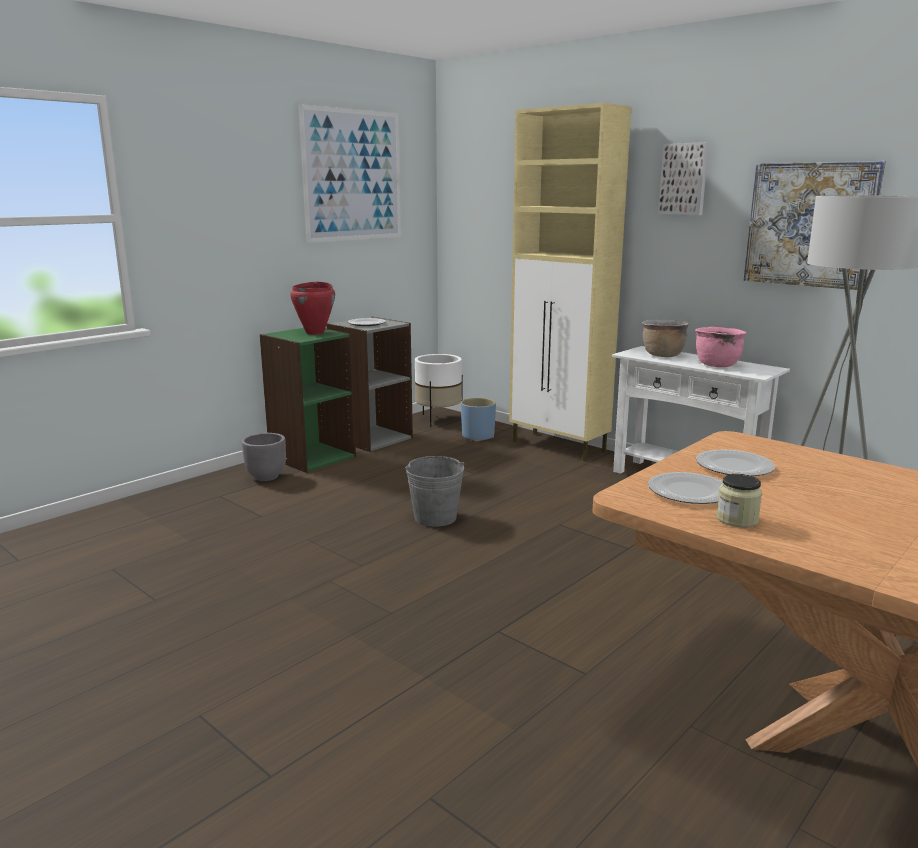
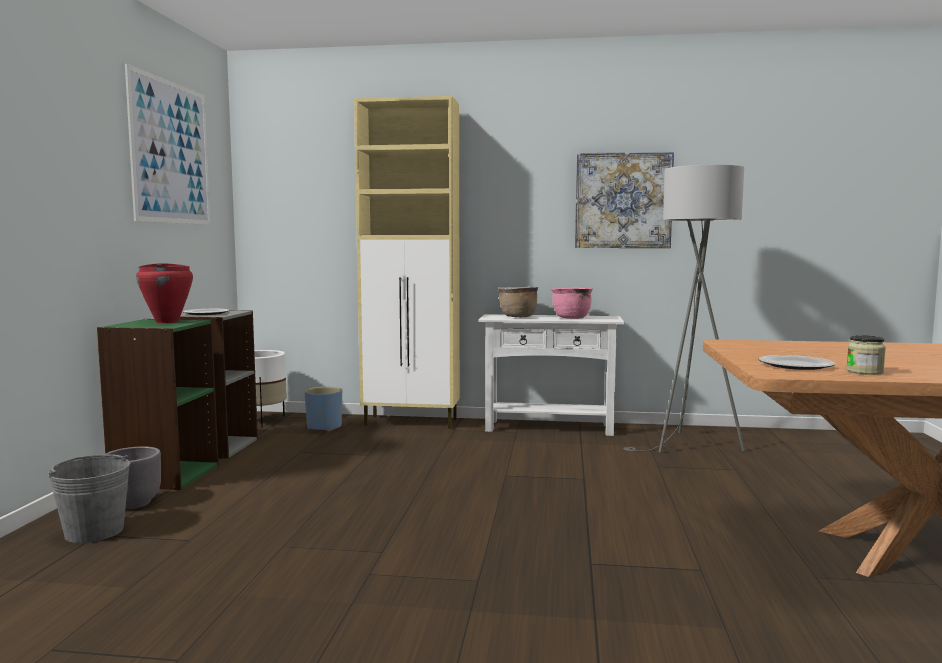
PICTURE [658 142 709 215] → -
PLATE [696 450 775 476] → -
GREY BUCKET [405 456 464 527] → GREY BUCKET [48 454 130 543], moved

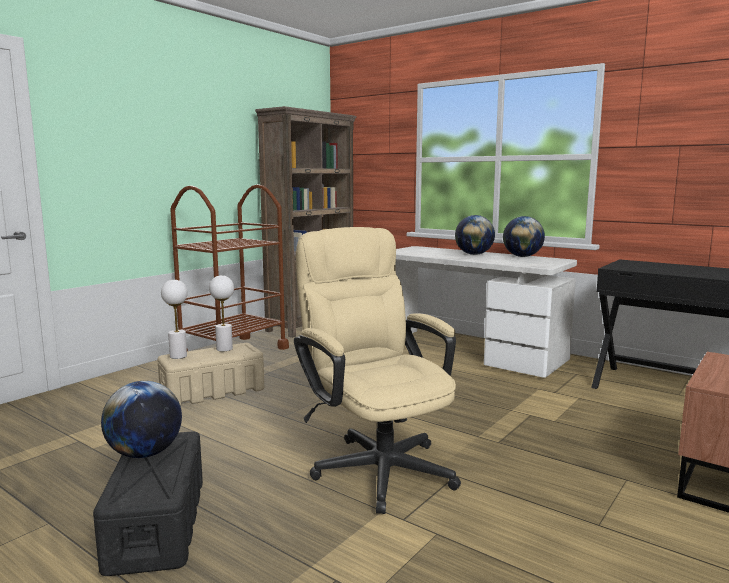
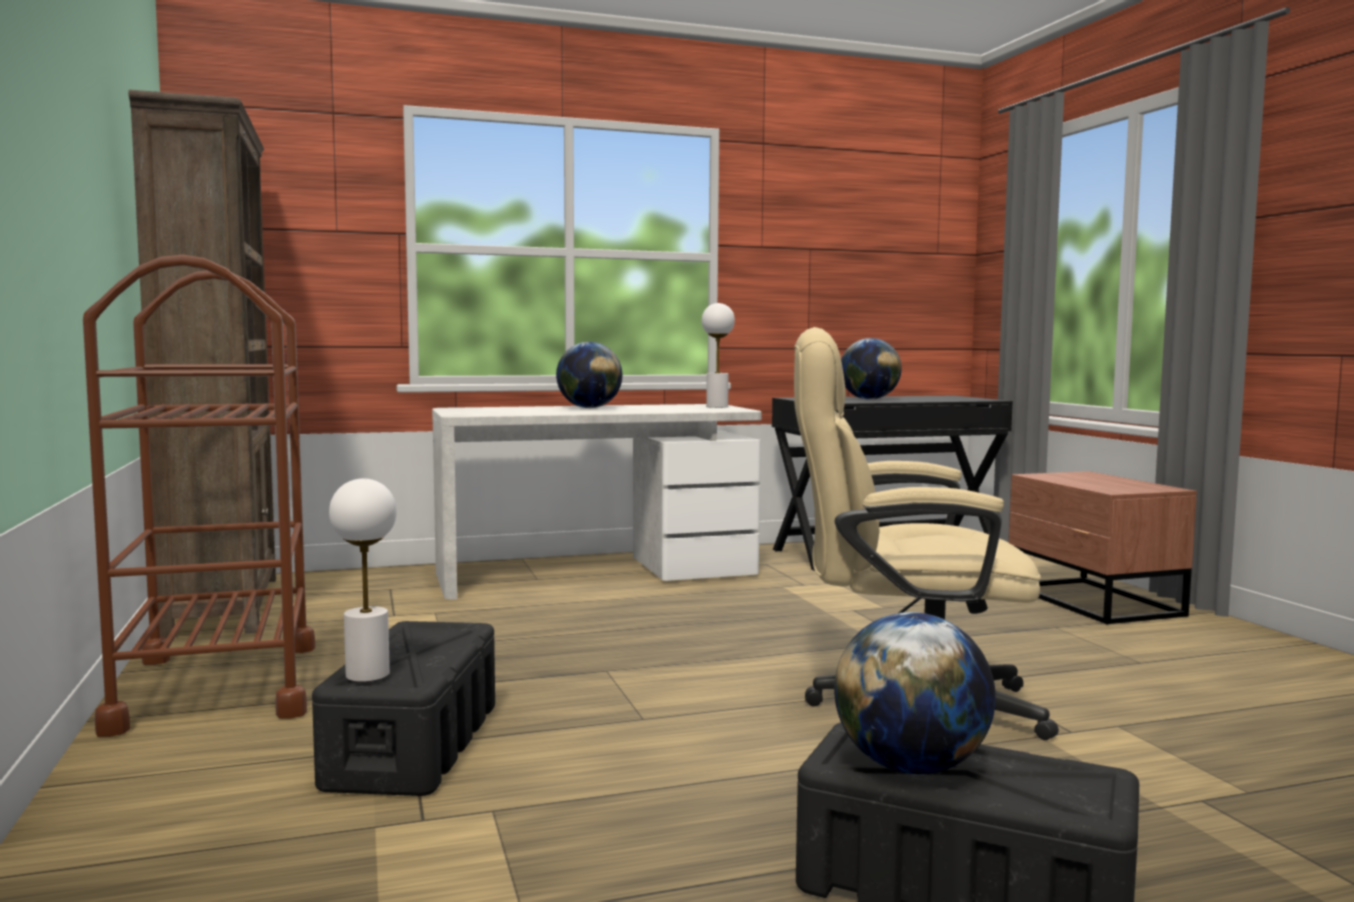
GLOBE [503 216 545 257] → GLOBE [841 338 902 400], moved
WHITE TABLE LAMP [209 275 234 352] → WHITE TABLE LAMP [702 303 735 408], moved
BEIGE STORAGE BOX [157 343 264 406] → BLACK STORAGE BOX [312 621 495 796]

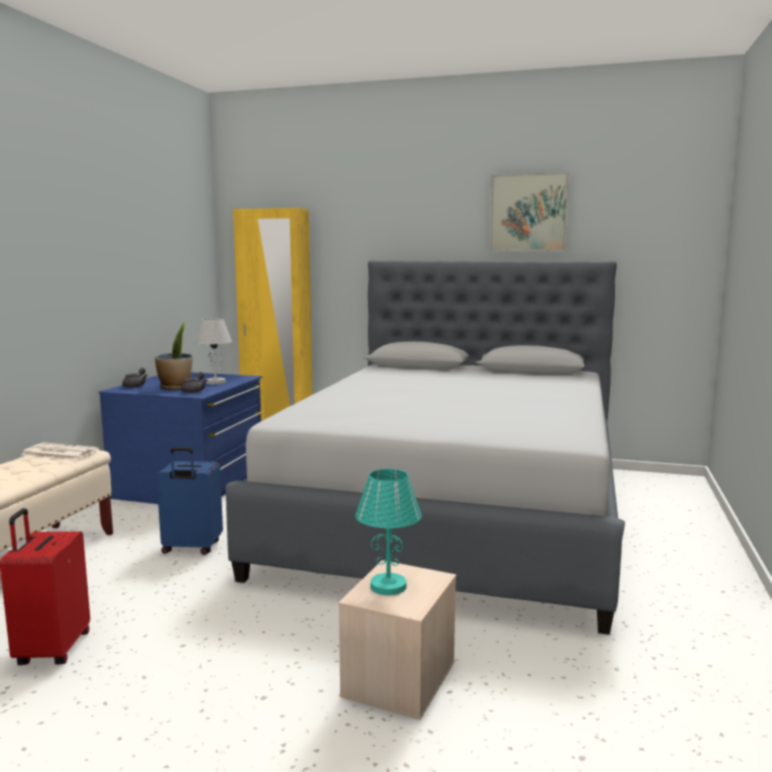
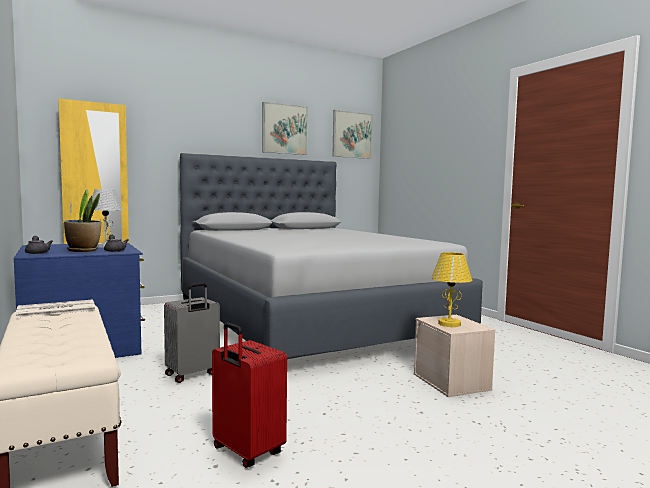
BLUE SUITCASE [156 447 223 555] → GREY SUITCASE [164 283 220 383]
TURQUOISE TABLE LAMP [355 469 422 595] → YELLOW TABLE LAMP [431 252 472 327]
- → PICTURE [332 110 373 159]

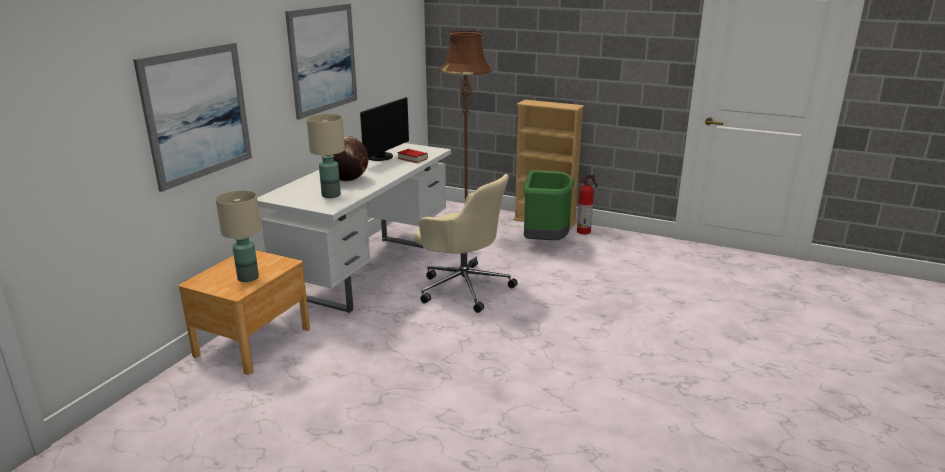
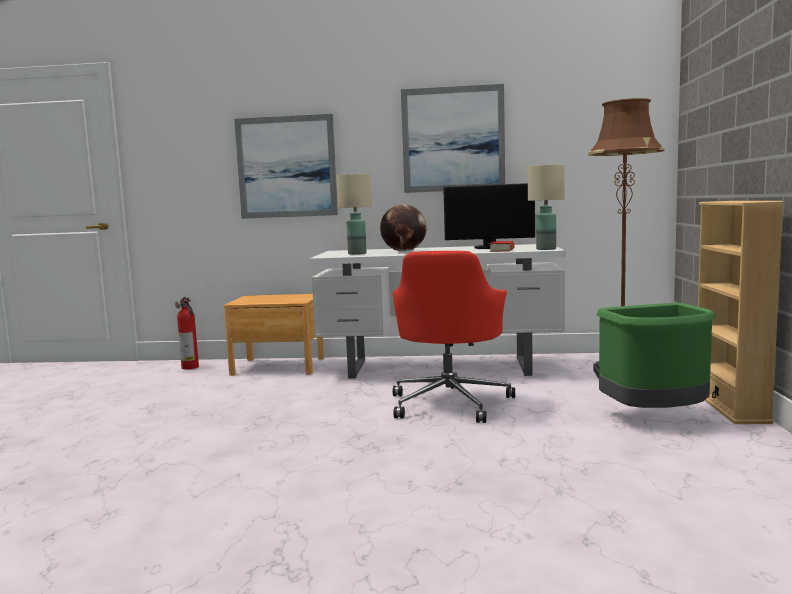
BEIGE OFFICE CHAIR [415 174 518 313] → RED OFFICE CHAIR [393 251 515 423]
FIRE EXTINGUISHER [577 174 597 234] → FIRE EXTINGUISHER [175 297 199 370], moved
BEIGE TABLE LAMP [216 190 261 282] → BEIGE TABLE LAMP [528 165 564 250], moved

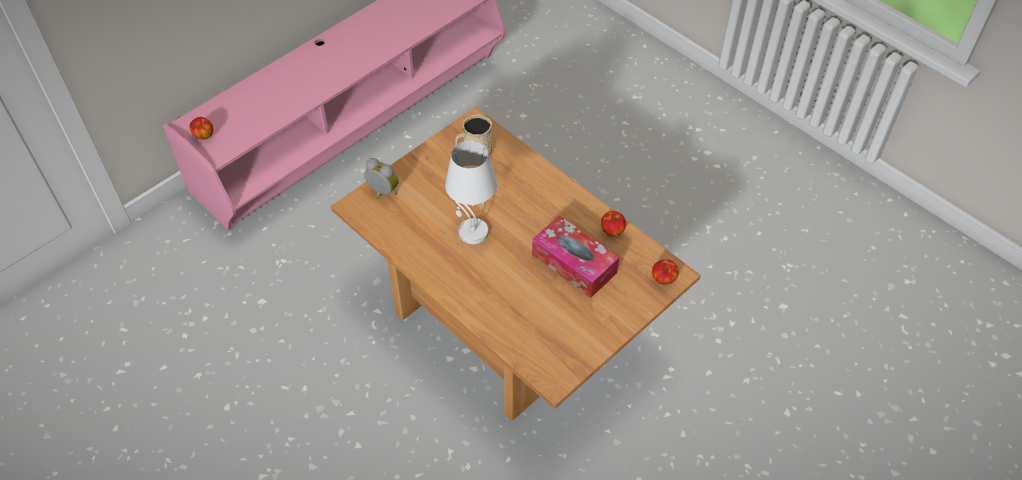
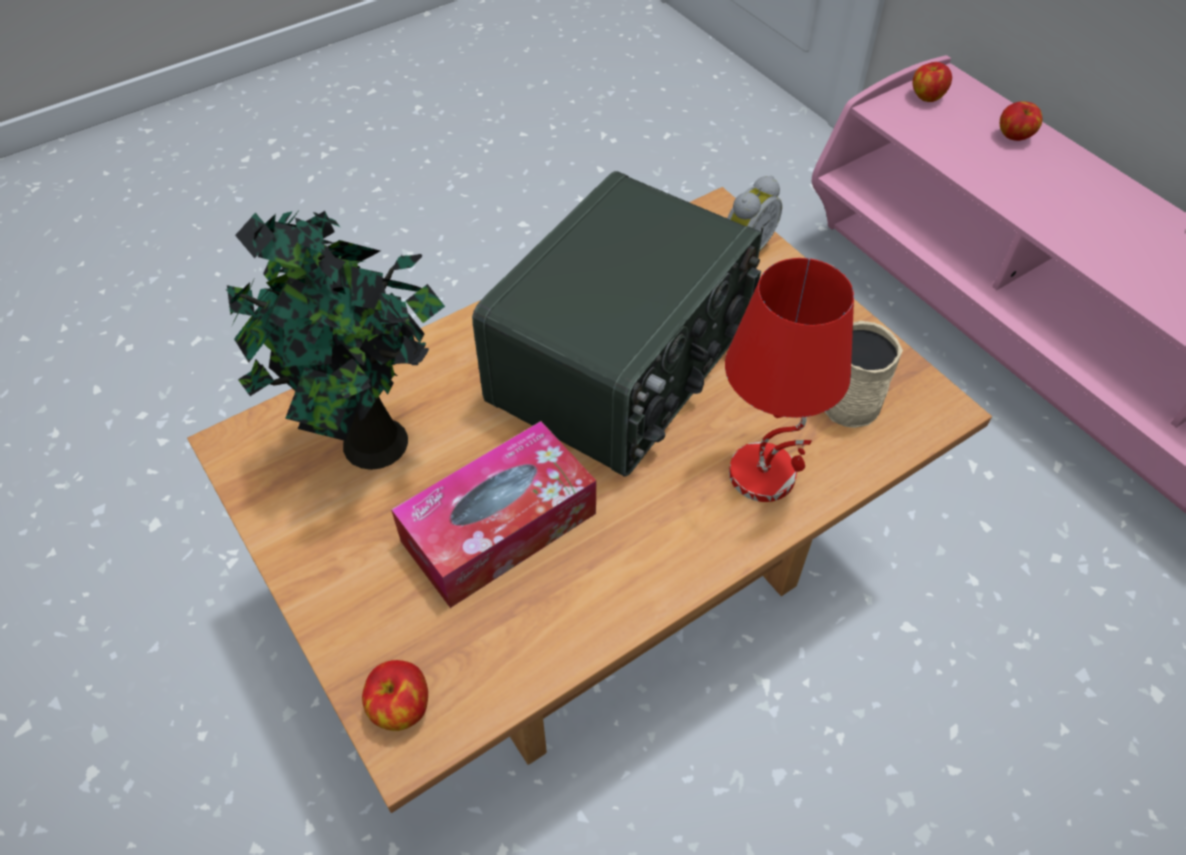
WHITE TABLE LAMP [445 141 497 244] → RADIO [472 171 762 477]
APPLE [601 211 626 237] → APPLE [1000 101 1042 141], moved
- → POTTED PLANT [226 209 445 470]
- → RED TABLE LAMP [725 258 854 502]

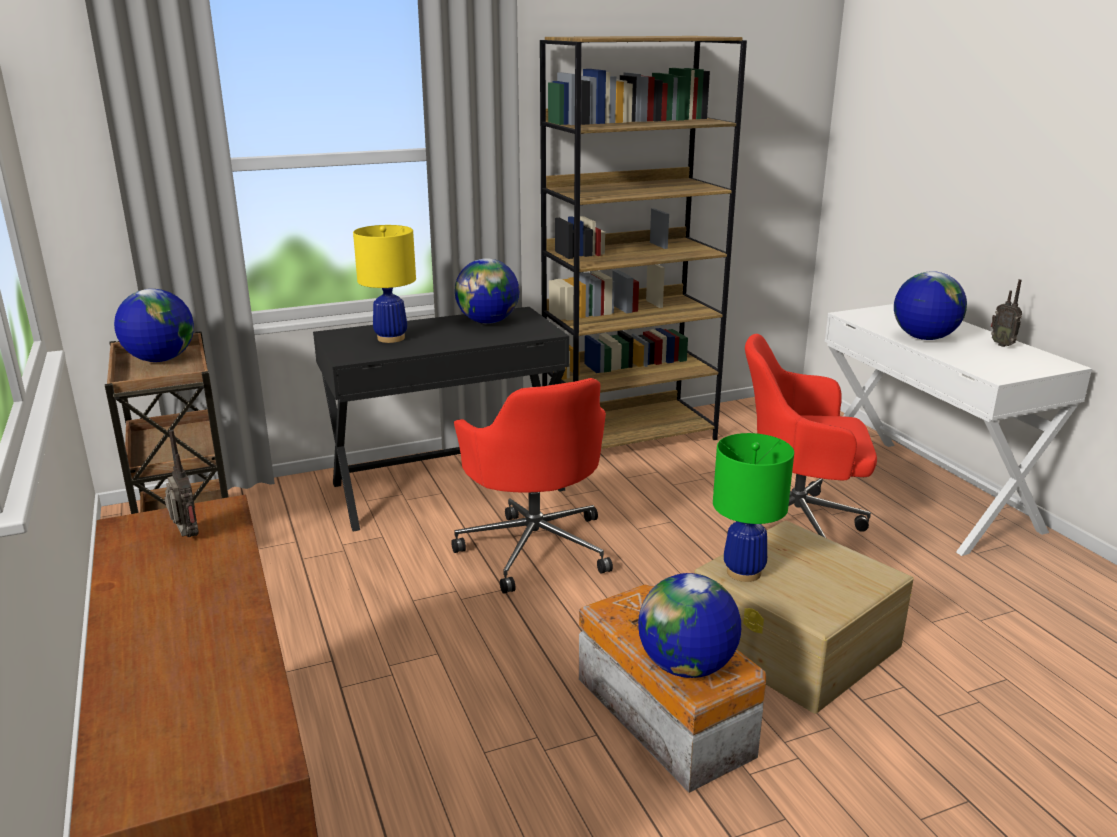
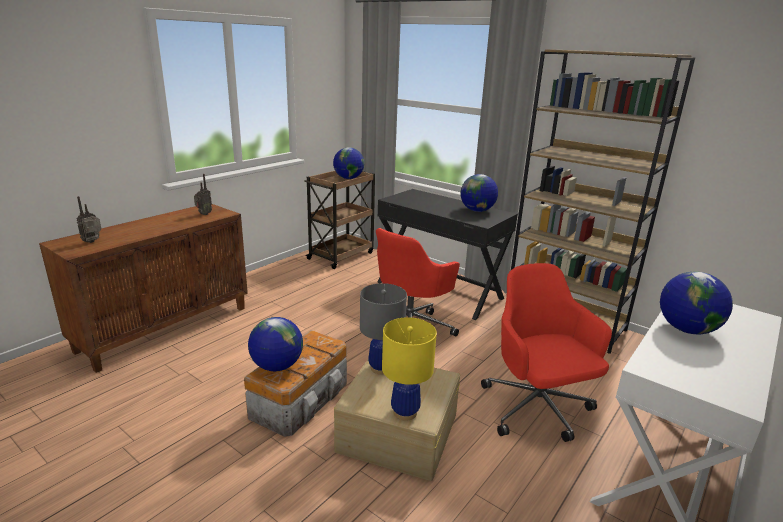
YELLOW TABLE LAMP [353 225 416 343] → YELLOW TABLE LAMP [382 317 437 421], moved
RADIO [991 279 1022 347] → RADIO [77 196 101 243], moved
GREEN TABLE LAMP [713 433 794 582] → GREY TABLE LAMP [360 283 407 374]

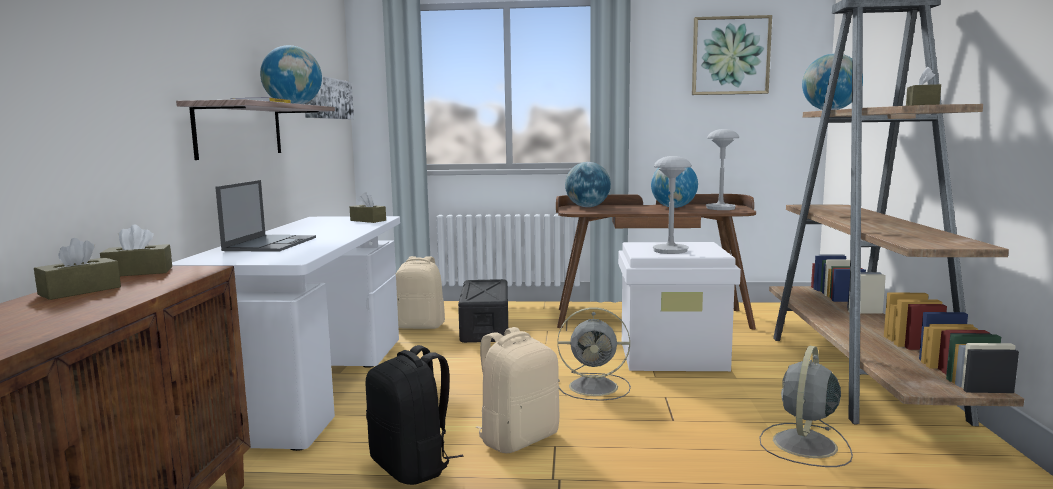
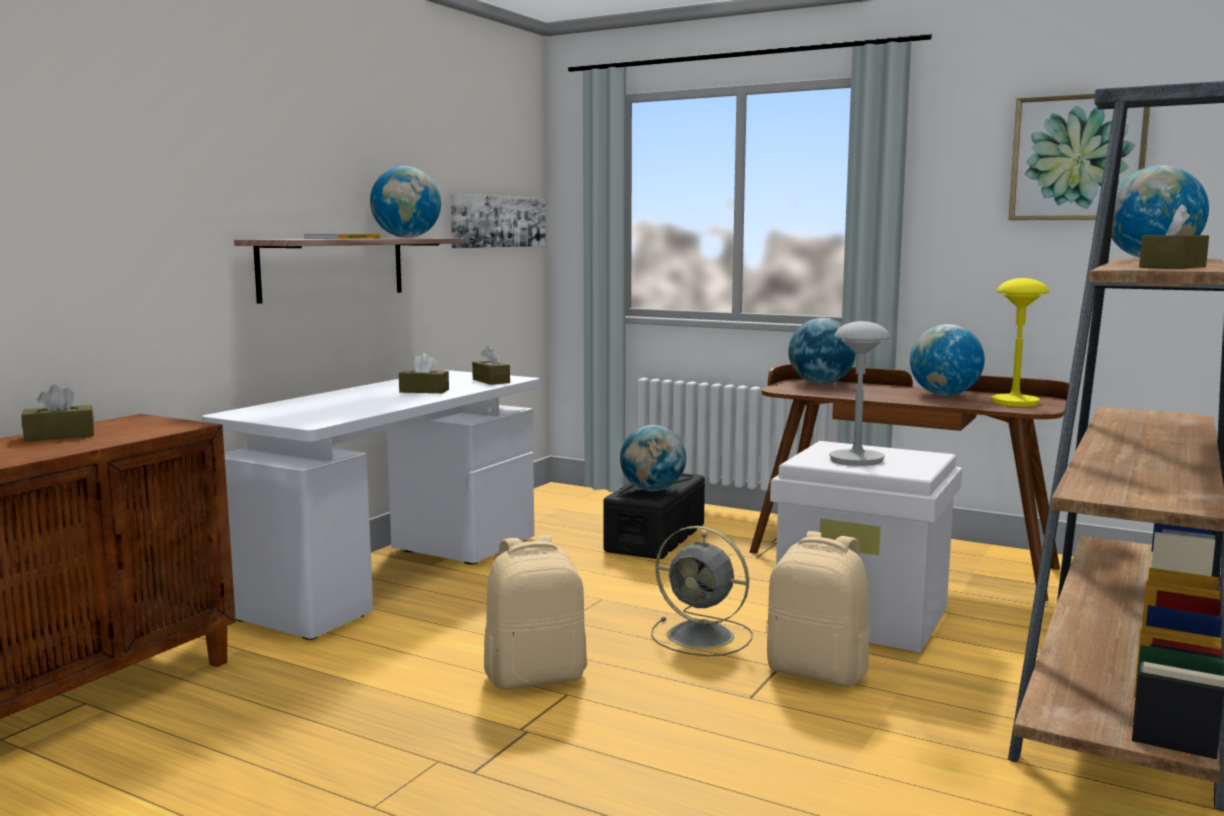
GREY TABLE LAMP [706 129 739 210] → YELLOW TABLE LAMP [991 278 1049 407]
LAPTOP [215 180 316 252] → -
BROWN TISSUE BOX [100 225 172 276] → BROWN TISSUE BOX [399 353 449 393], moved
BEIGE BACKPACK [395 256 445 329] → BEIGE BACKPACK [766 531 869 687], moved
BLACK BACKPACK [365 345 464 485] → -
GREY FAN [759 346 853 467] → -
- → GLOBE [620 425 686 491]

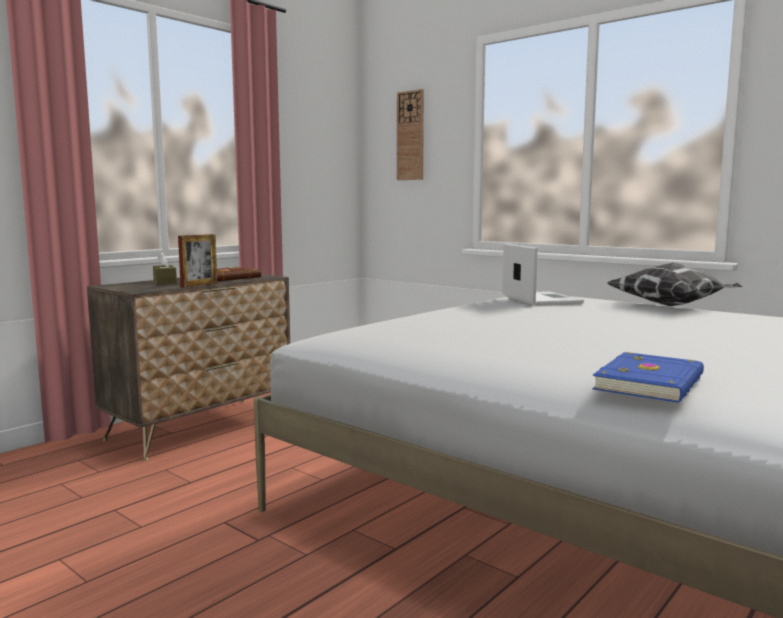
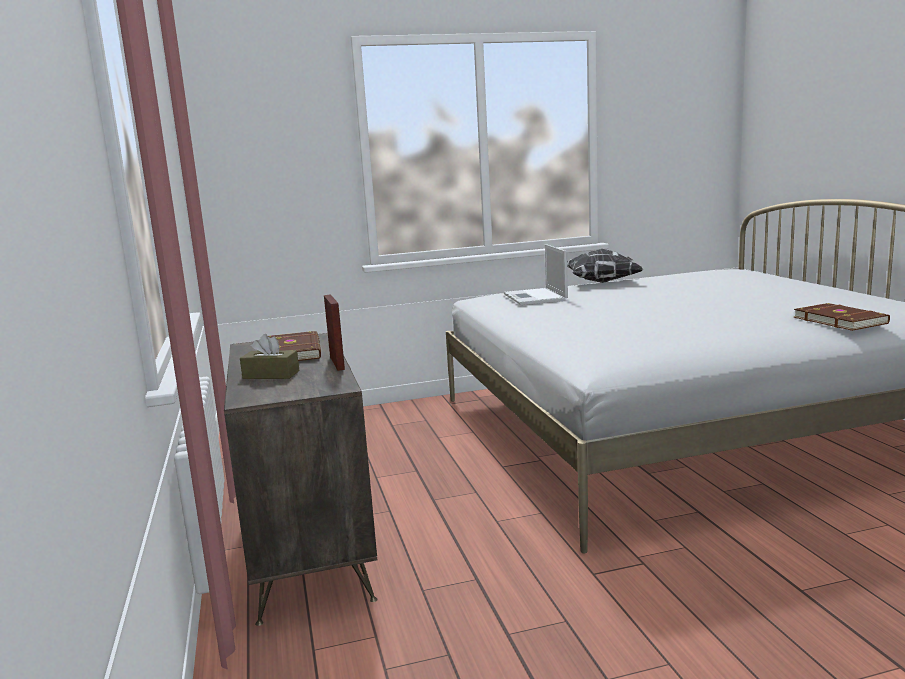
WALL CLOCK [397 89 424 180] → -
LAPTOP [502 243 584 306] → LAPTOP [504 244 568 305], 120 degrees counterclockwise
BLUE BOOK [592 352 704 403] → BROWN BOOK [793 303 890 331]

